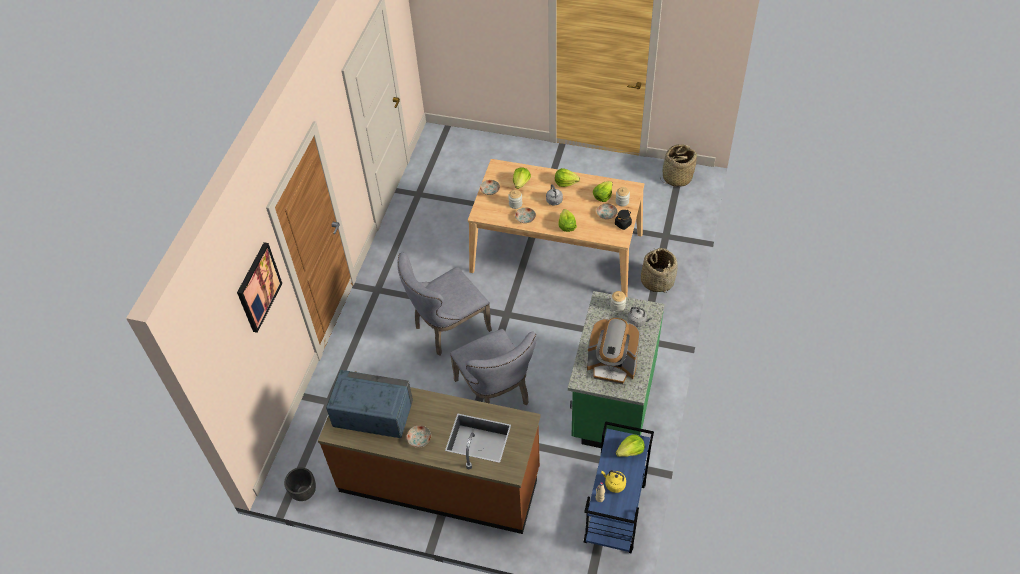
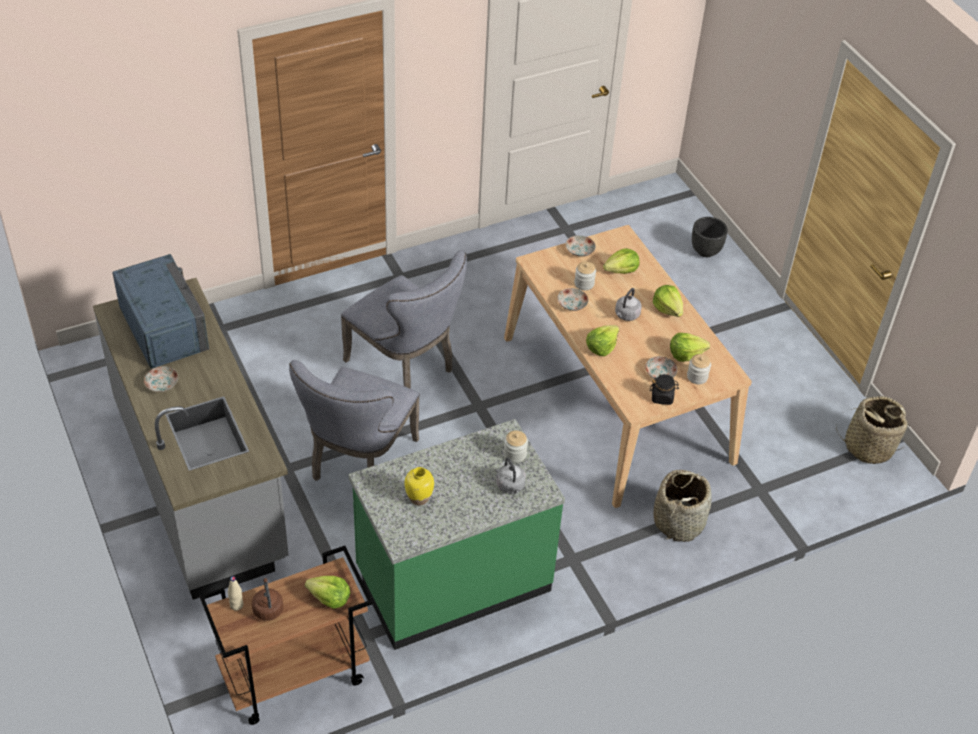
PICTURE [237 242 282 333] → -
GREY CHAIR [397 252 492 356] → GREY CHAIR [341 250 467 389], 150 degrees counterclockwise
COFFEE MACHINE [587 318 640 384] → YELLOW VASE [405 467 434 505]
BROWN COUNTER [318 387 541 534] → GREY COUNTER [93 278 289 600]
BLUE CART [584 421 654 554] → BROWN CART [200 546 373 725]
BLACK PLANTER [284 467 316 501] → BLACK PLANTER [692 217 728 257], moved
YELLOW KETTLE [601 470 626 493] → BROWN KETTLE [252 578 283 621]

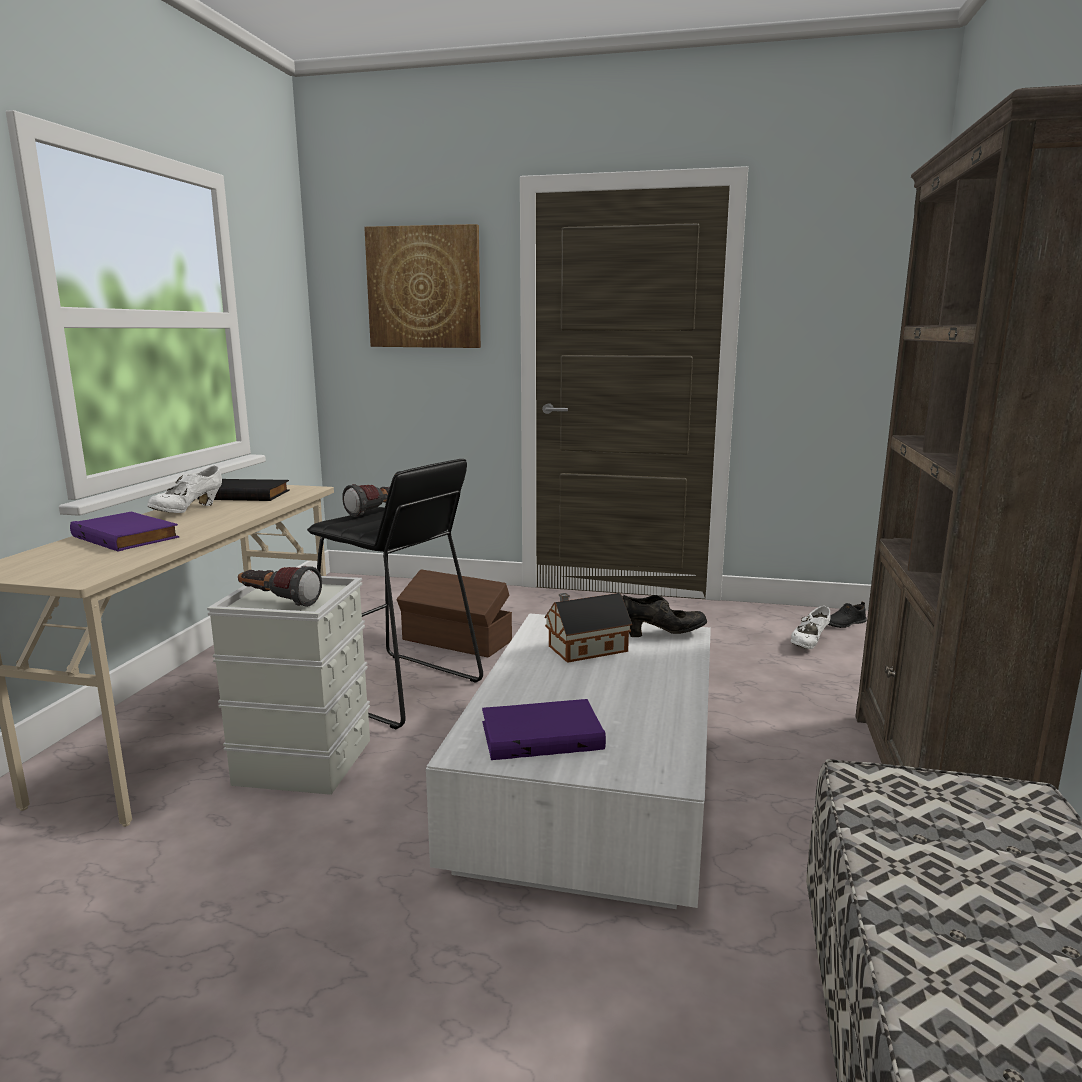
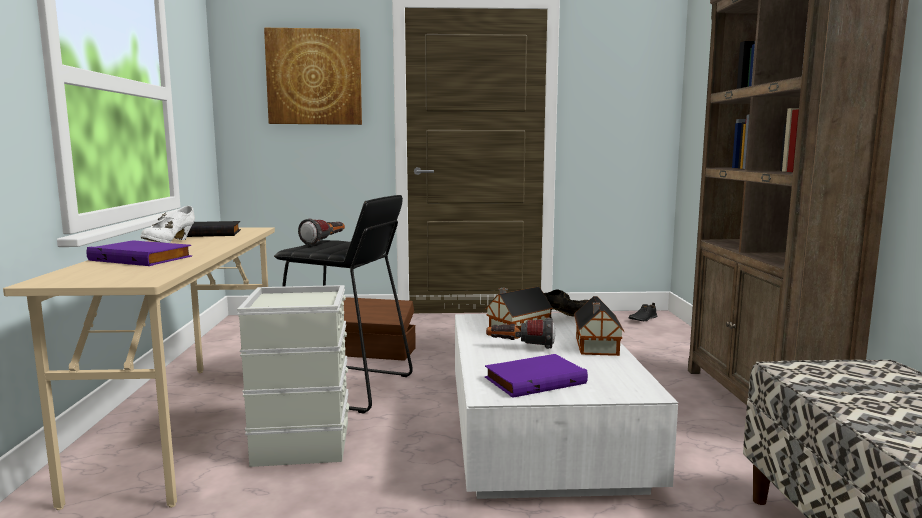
FLASHLIGHT [238 566 322 607] → FLASHLIGHT [486 317 556 349], moved
WHITE SHOE [791 606 830 649] → -
- → TOY HOUSE [574 296 625 356]

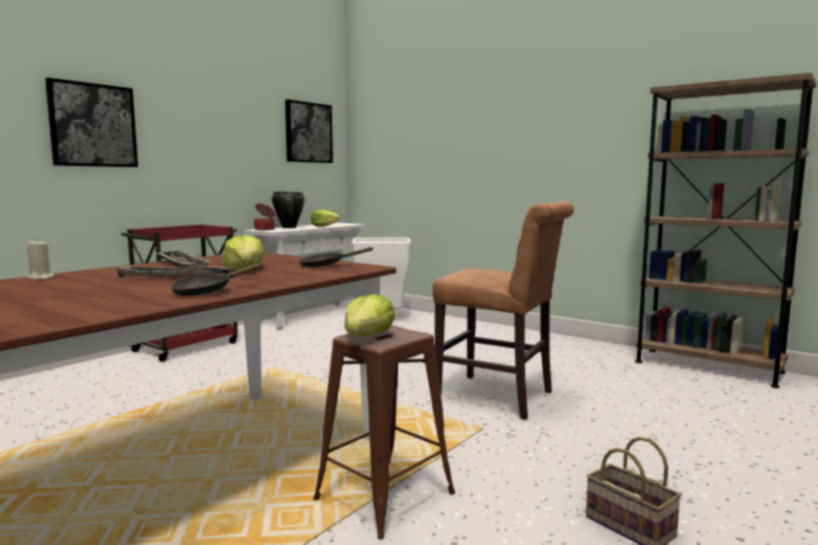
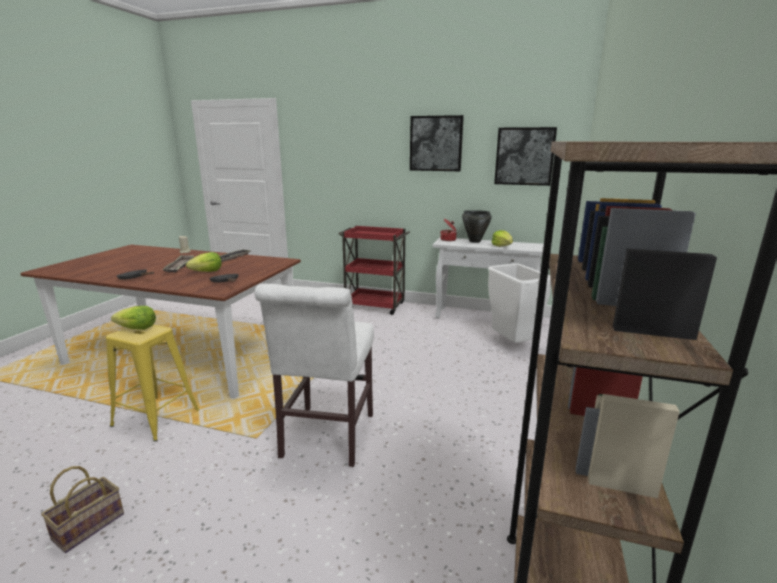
PICTURE [45 78 138 167] → PICTURE [410 115 464 171], moved
BROWN CHAIR [433 201 574 420] → WHITE CHAIR [254 284 374 467]
BROWN STOOL [313 325 455 539] → YELLOW STOOL [106 324 200 441]

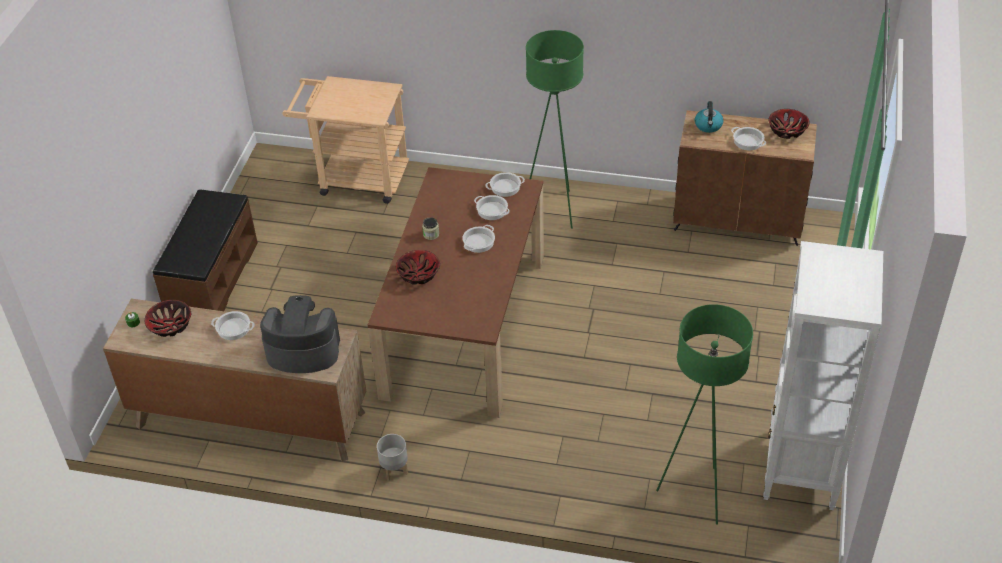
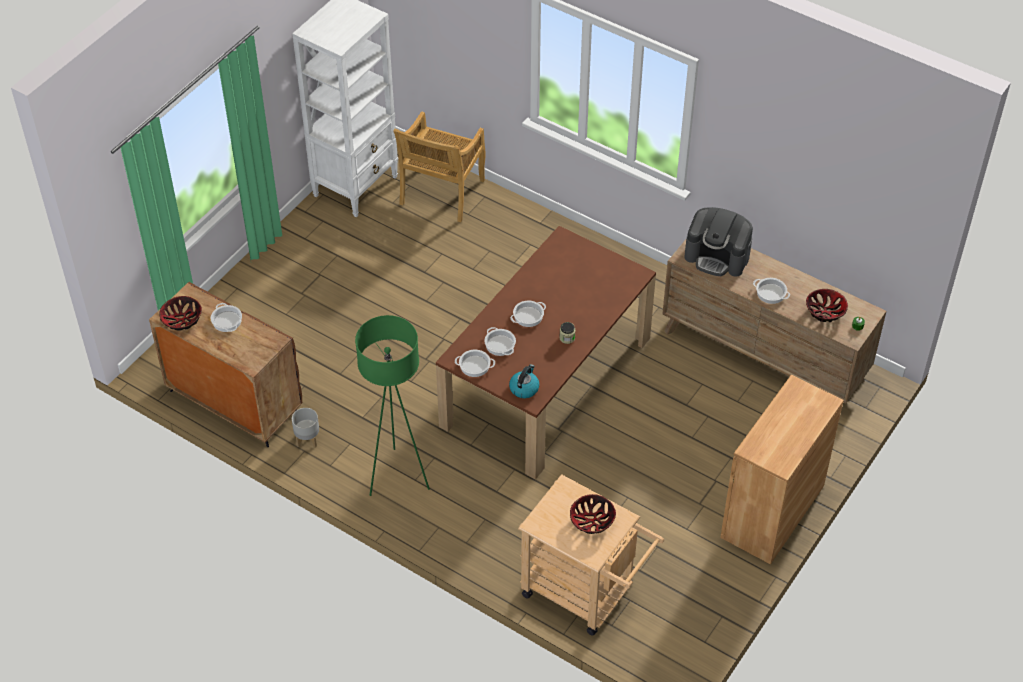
KETTLE [695 101 724 133] → KETTLE [509 364 539 398], moved
BROWN BENCH [153 189 258 311] → BROWN CABINET [720 375 844 564]
BOWL [396 250 440 285] → BOWL [570 494 616 534], moved
GREEN FLOOR LAMP [656 304 753 525] → BEIGE CHAIR [393 111 485 222]
GREY PLANTER [377 434 408 481] → GREY PLANTER [292 408 319 447], moved

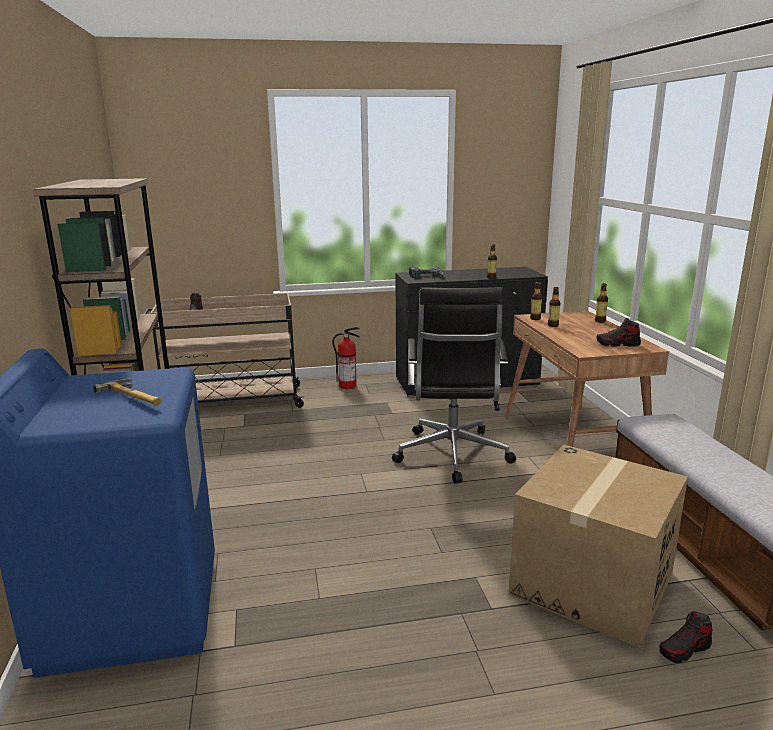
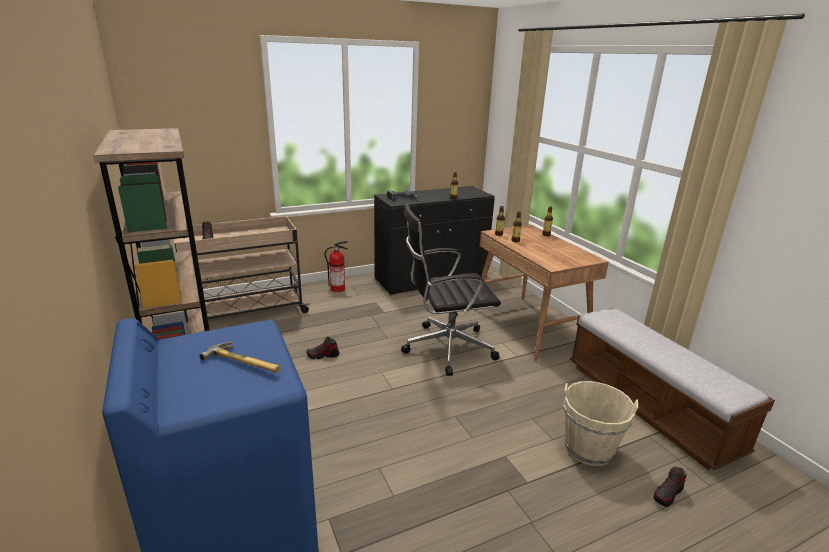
BLACK OFFICE CHAIR [392 287 516 483] → BLACK OFFICE CHAIR [401 203 501 376], 90 degrees clockwise
SHOE [596 318 641 347] → SHOE [306 337 339 359], moved
CARDBOARD BOX [509 445 688 648] → BEIGE BUCKET [563 381 638 466]

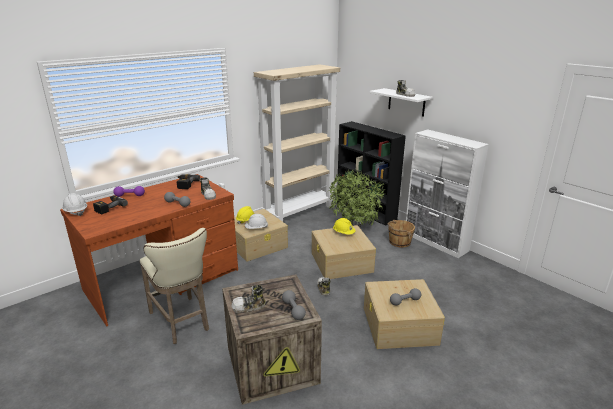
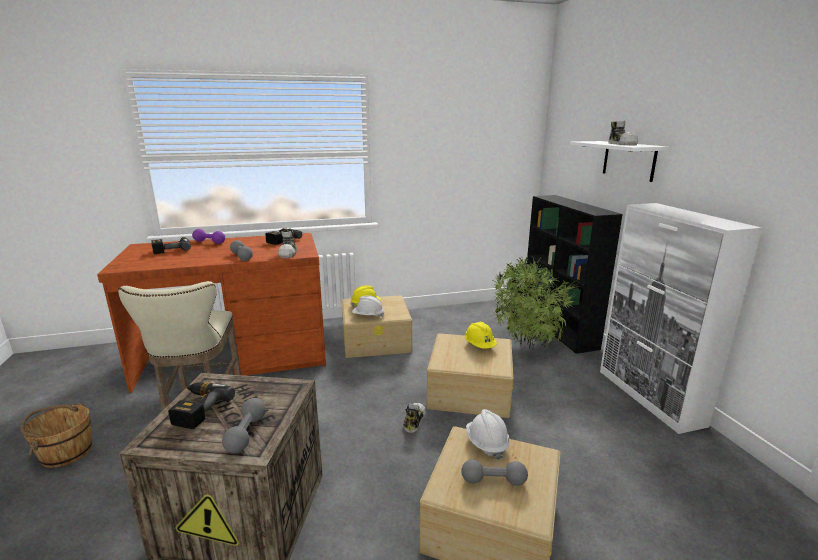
BEIGE BOOKCASE [254 64 340 222] → -
WHITE HARD HAT [62 193 87 216] → WHITE HARD HAT [466 409 510 460], moved
BROWN BUCKET [388 220 415 248] → BROWN BUCKET [21 403 92 468], moved
SHOE [231 285 266 313] → POWER DRILL [168 382 235 429]

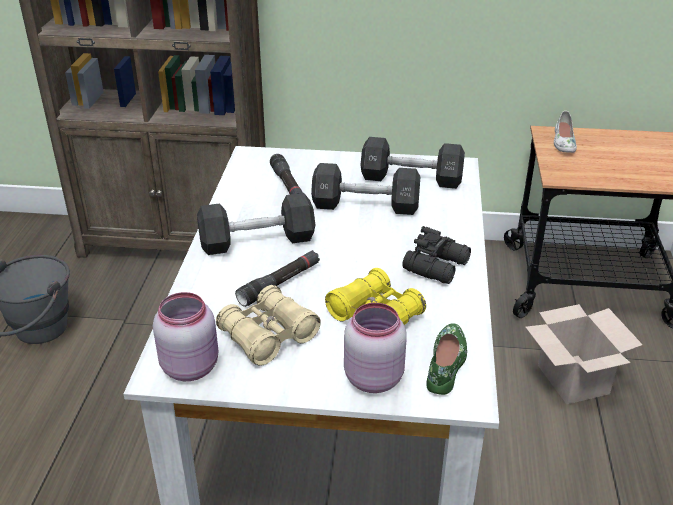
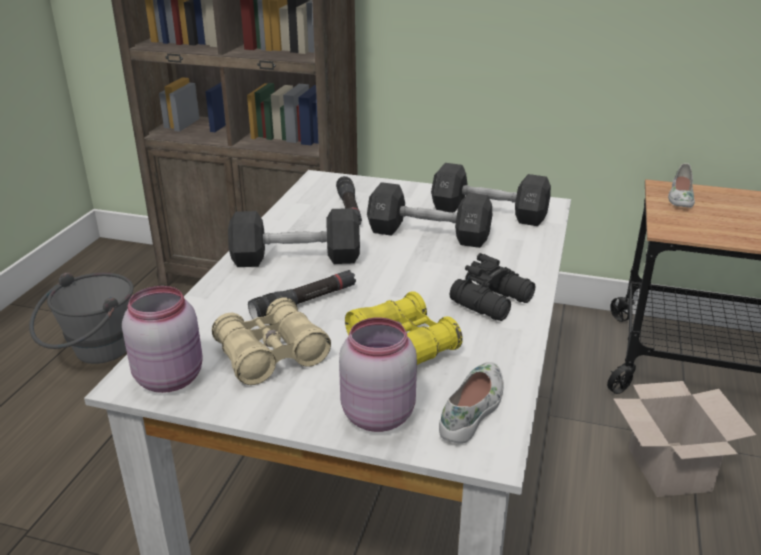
GREEN SHOE [426 323 467 395] → WHITE SHOE [439 362 504 444]

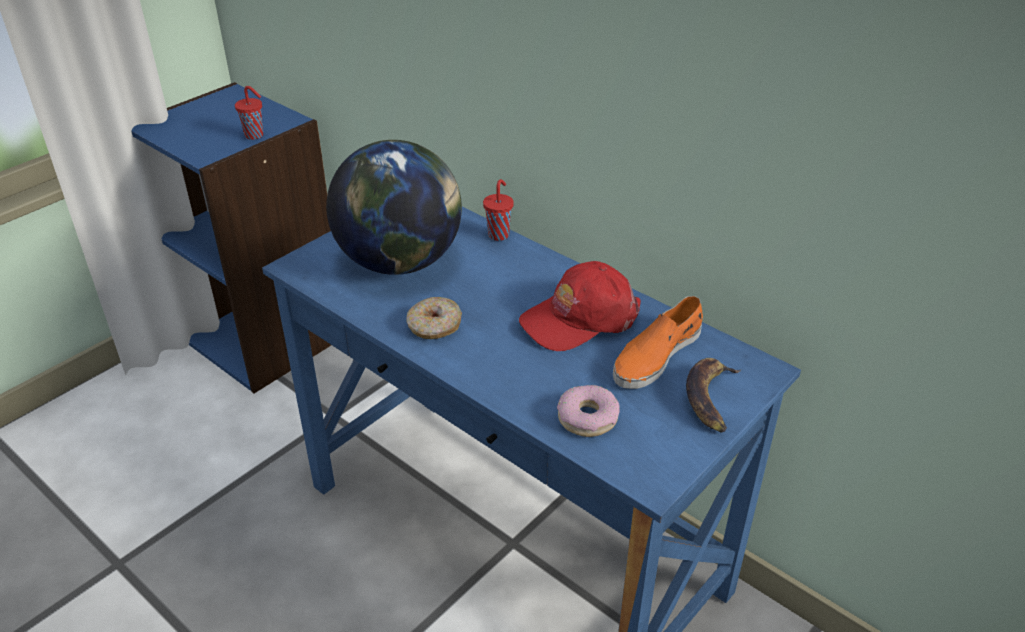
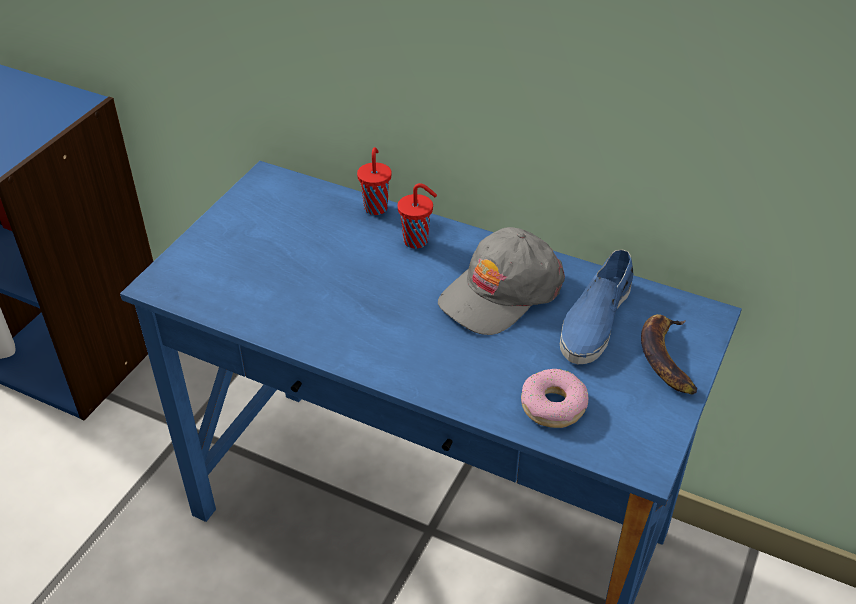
RED CUP [235 86 263 140] → RED CUP [397 183 437 249], moved
GLOBE [326 140 462 275] → -
RED CAP [519 261 641 351] → GREY CAP [438 227 565 335]
ORANGE SHOE [613 296 703 389] → BLUE SHOE [560 249 633 364]
DONUT [406 297 462 339] → -

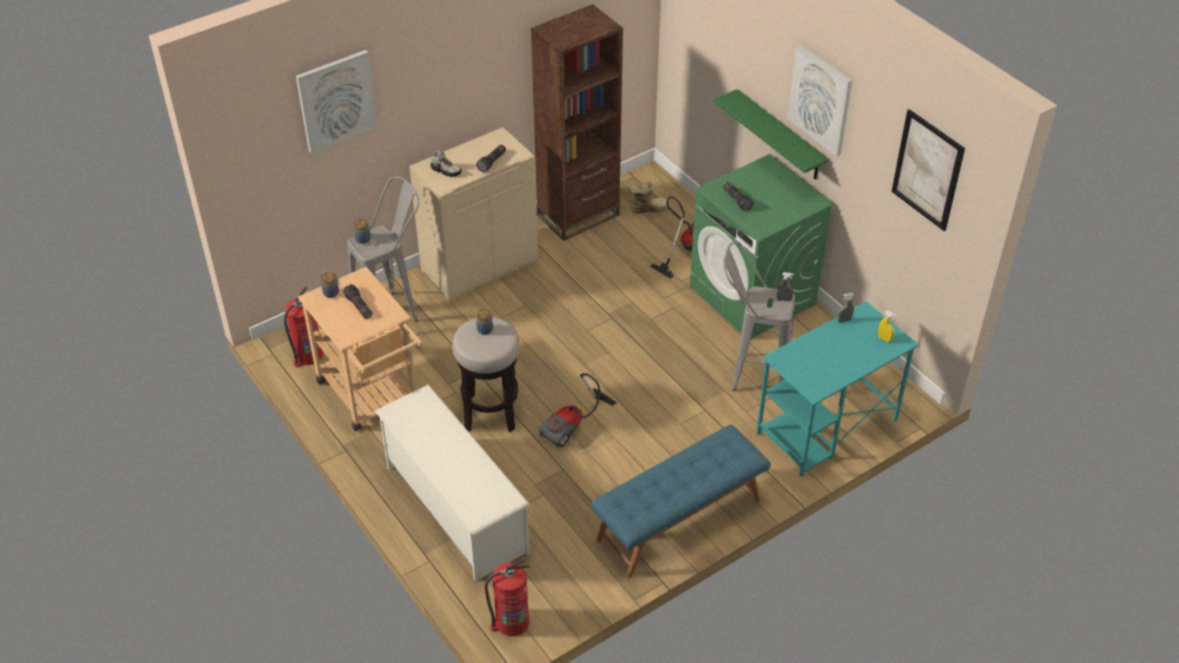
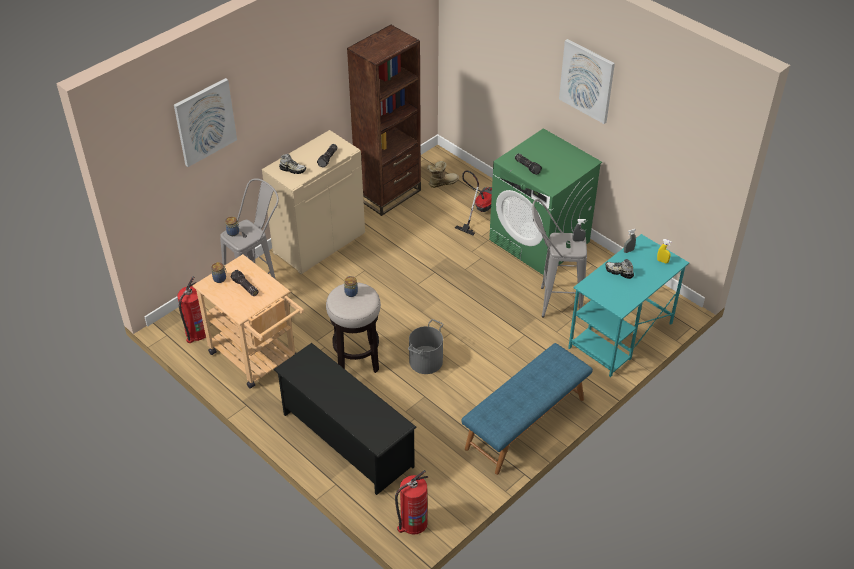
GREEN SHELF [714 89 829 180] → -
PICTURE [891 109 965 231] → -
VACUUM CLEANER [538 373 616 448] → GREY BUCKET [408 319 443 374]
WHITE SHOE RACK [375 384 530 581] → BLACK SHOE RACK [273 343 417 495]
- → SHOE [606 259 634 279]

